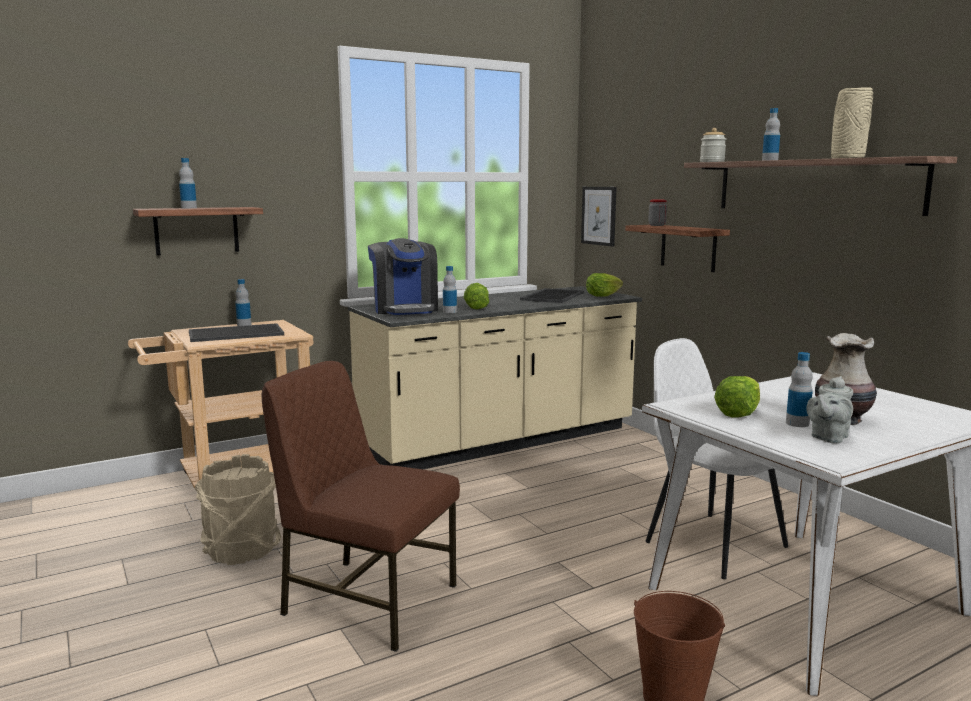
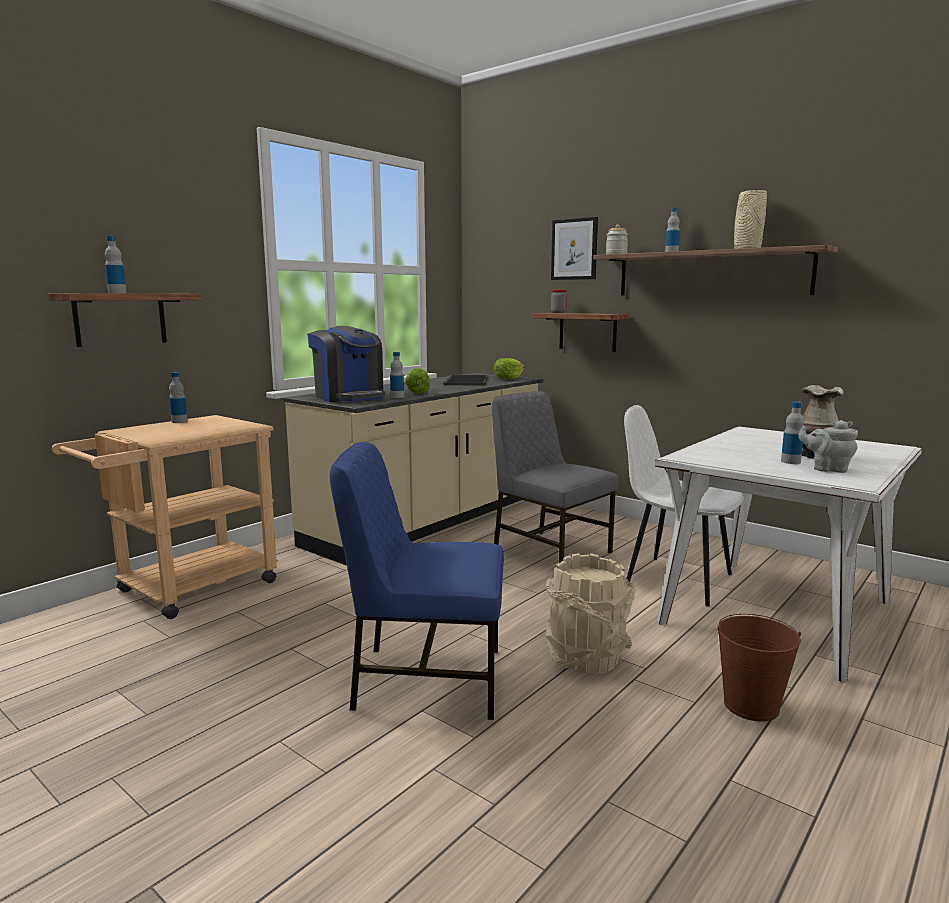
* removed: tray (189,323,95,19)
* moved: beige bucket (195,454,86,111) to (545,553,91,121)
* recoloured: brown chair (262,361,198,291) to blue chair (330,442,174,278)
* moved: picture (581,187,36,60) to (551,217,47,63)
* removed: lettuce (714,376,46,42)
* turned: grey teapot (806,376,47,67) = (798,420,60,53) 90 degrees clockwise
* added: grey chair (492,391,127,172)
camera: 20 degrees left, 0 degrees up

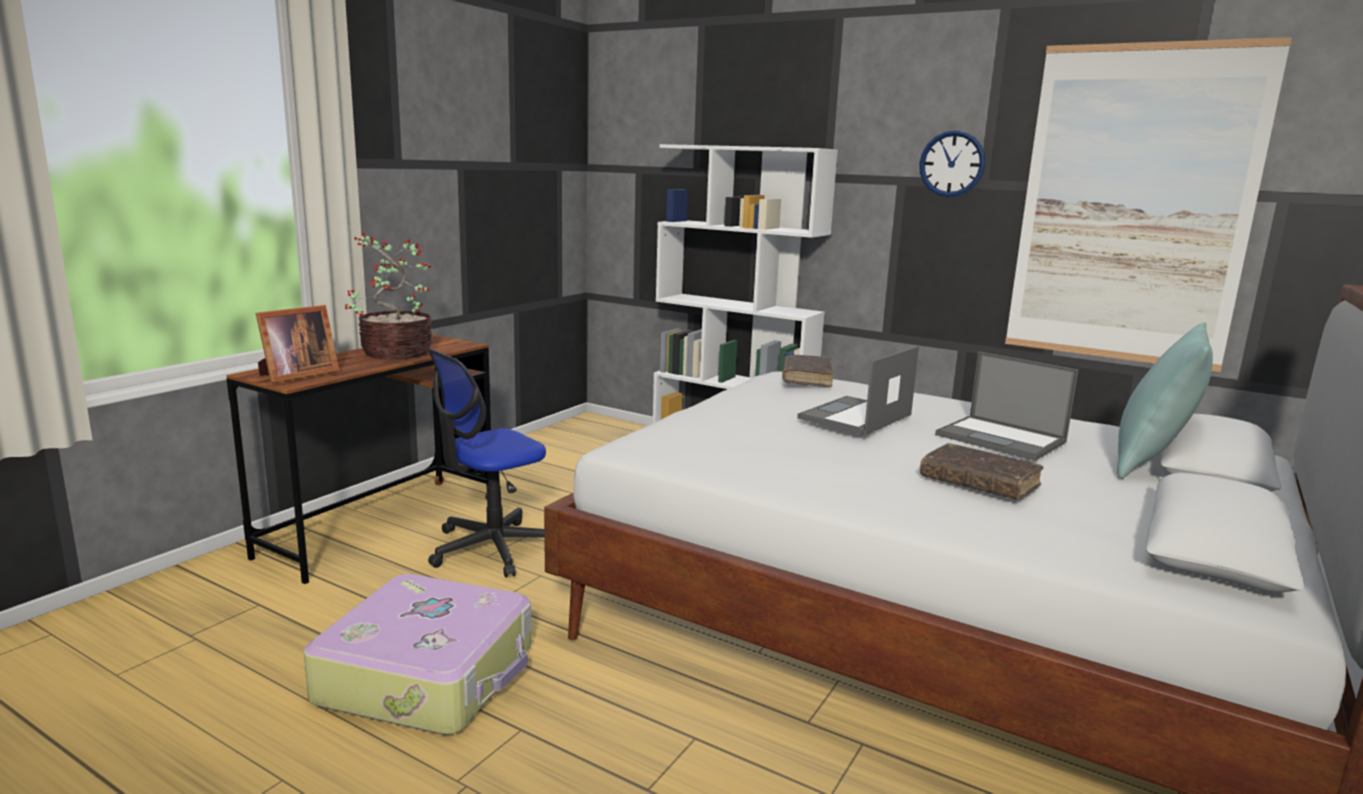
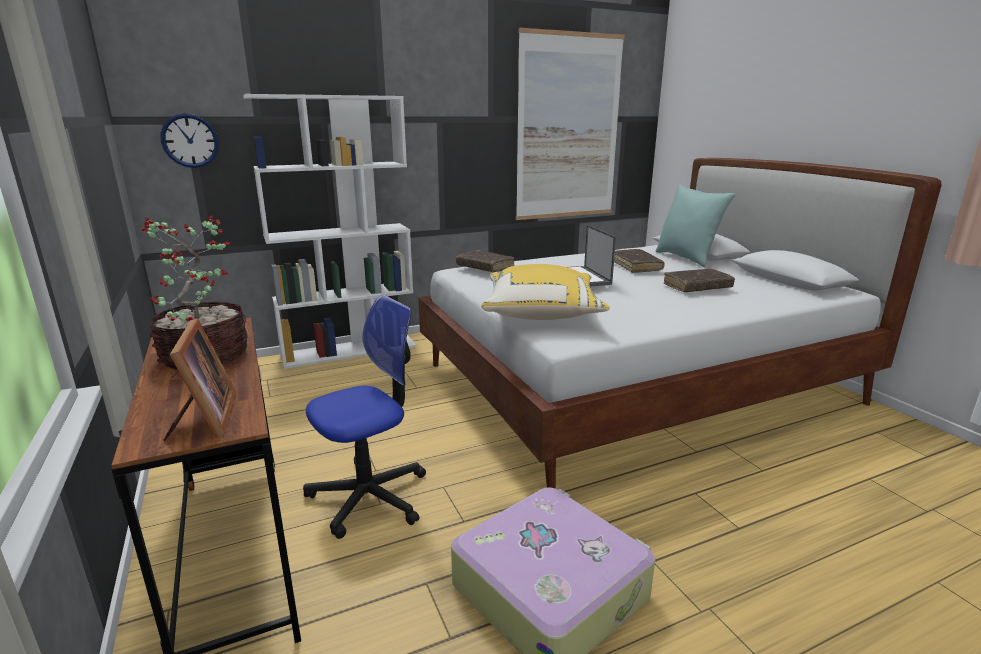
* turned: office chair (428,348,118,230) = (303,295,123,244) 120 degrees counterclockwise
* moved: wall clock (919,130,66,67) to (161,113,58,55)
* replaced: laptop (935,352,144,109) to brown book (614,249,51,24)
* added: yellow pillow (481,264,129,56)
camera: 55 degrees left, 5 degrees up

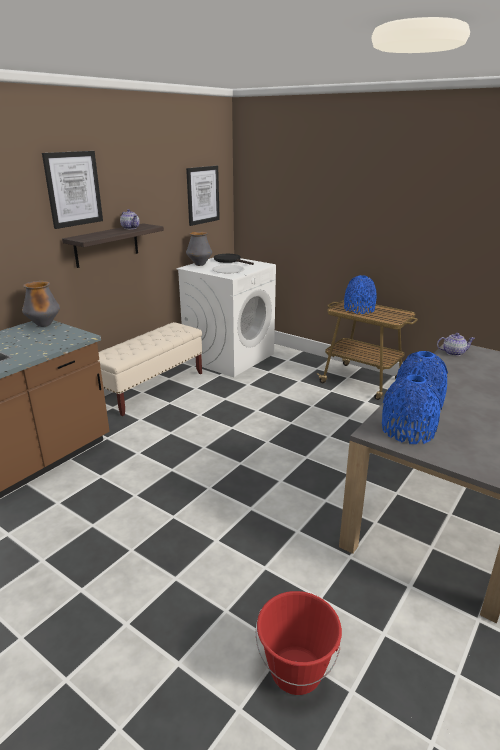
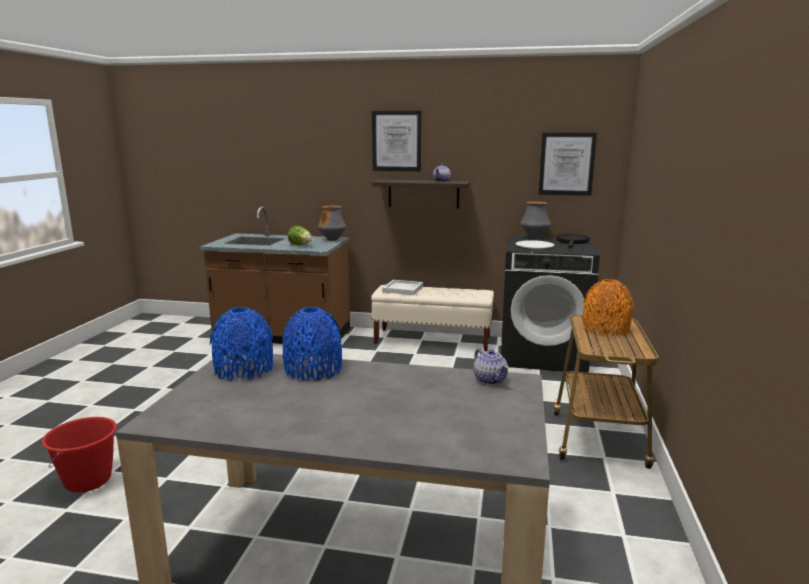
* recoloured: white washing machine (176,258,100,119) to black washing machine (501,235,99,138)
* recoloured: blue vase (344,275,33,39) to orange vase (583,279,51,57)
* added: lettuce (288,226,24,19)
* added: white tray (382,280,41,15)
camera: 65 degrees right, 10 degrees down

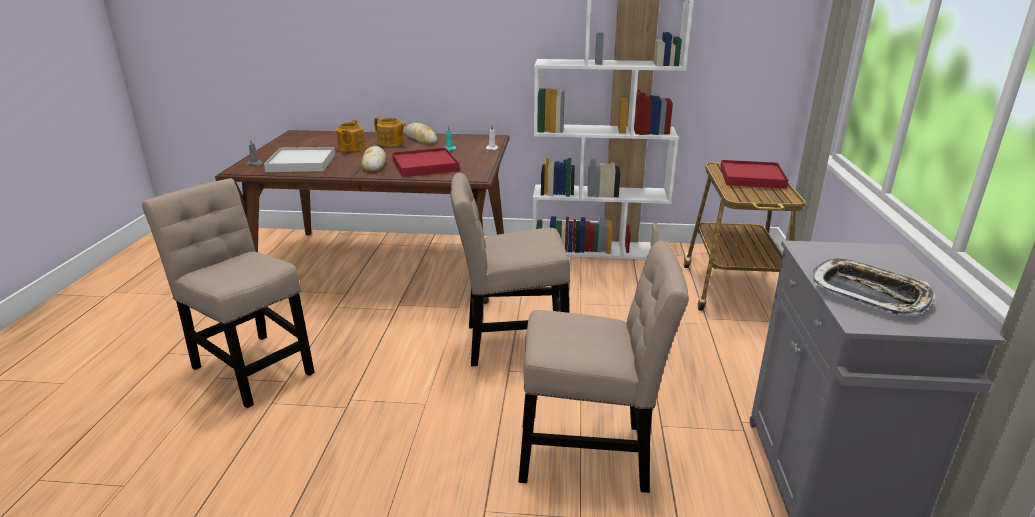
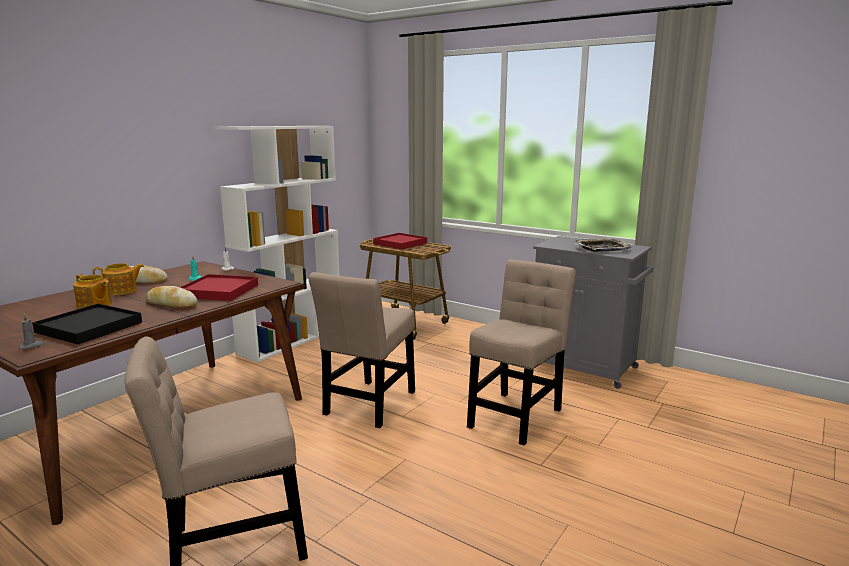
* recoloured: white tray (264,147,71,25) to black tray (32,304,110,40)
camera: 60 degrees left, 10 degrees down

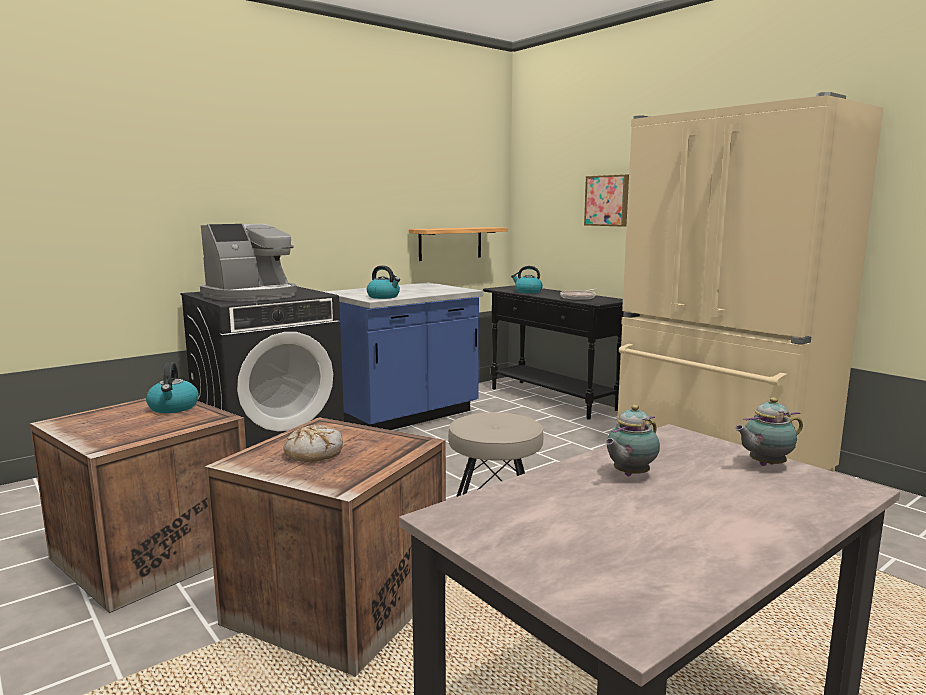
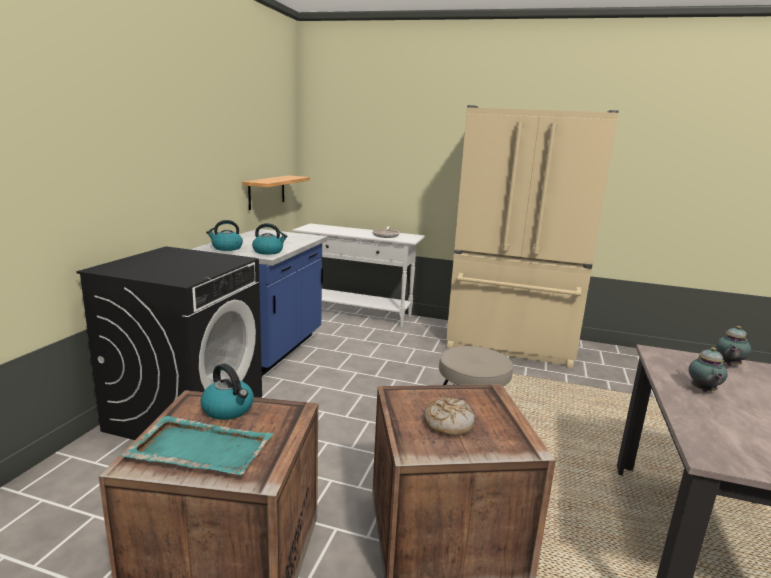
* removed: coffee machine (200,224,97,77)
* recoloured: black console table (483,285,142,134) to white console table (292,223,133,104)
* moved: kettle (511,266,32,27) to (206,220,37,31)
* removed: picture (584,174,45,53)
* added: turquoise tray (120,416,153,59)
camera: 35 degrees left, 5 degrees up

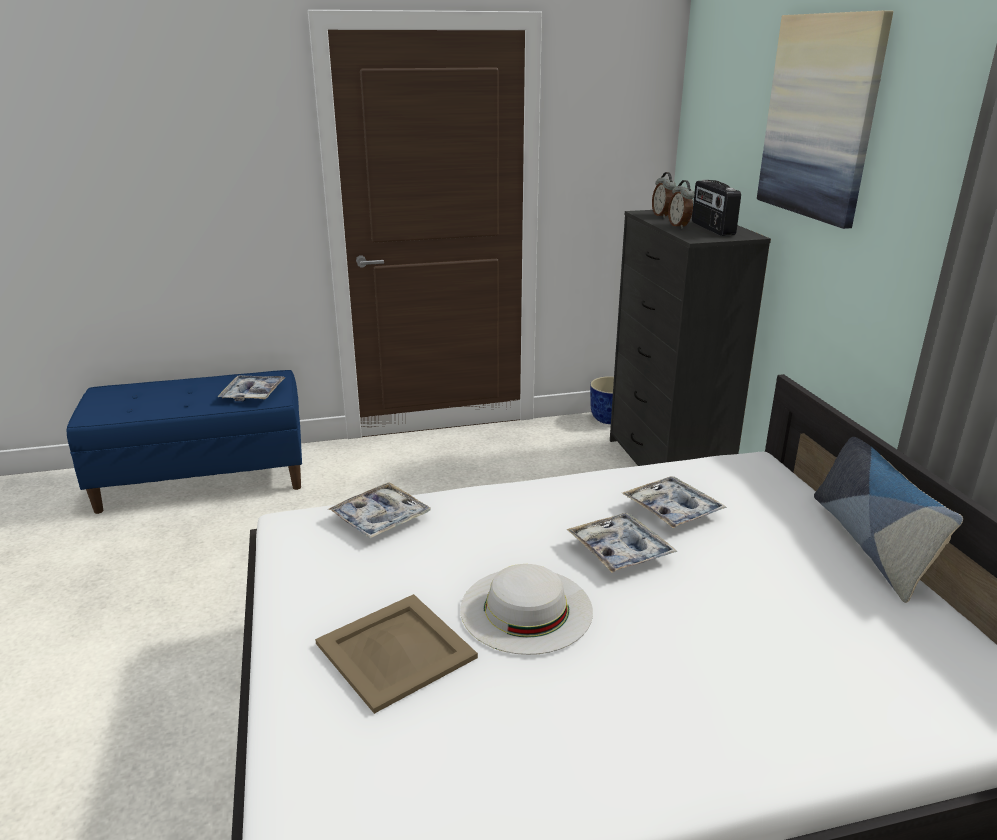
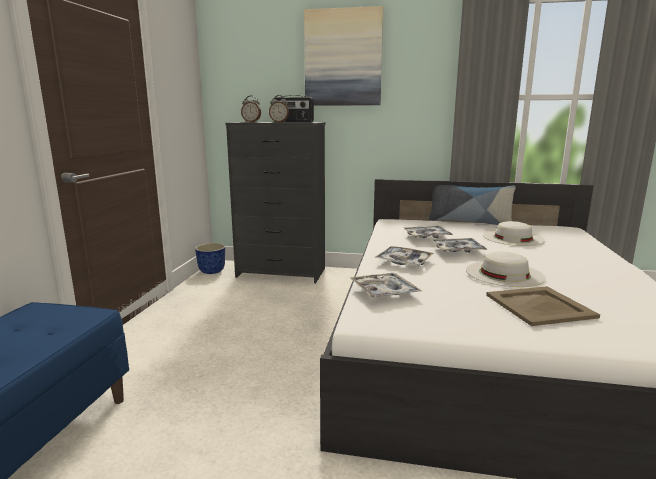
* moved: tray (217,375,69,26) to (374,246,60,20)
* added: white hat (483,221,62,25)
camera: 65 degrees left, 10 degrees down

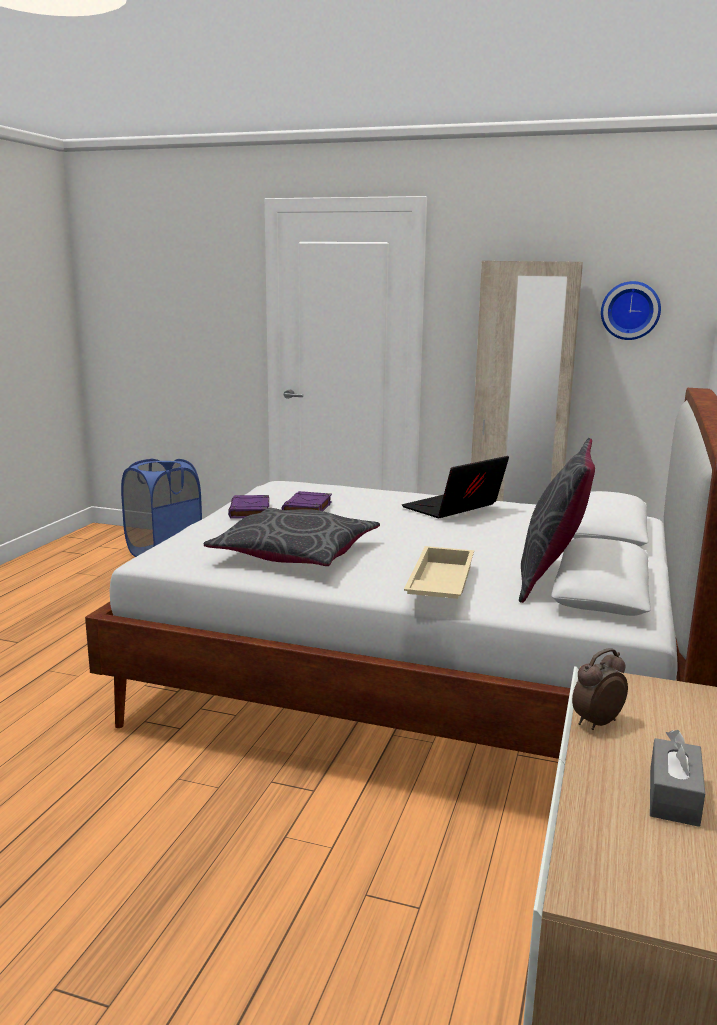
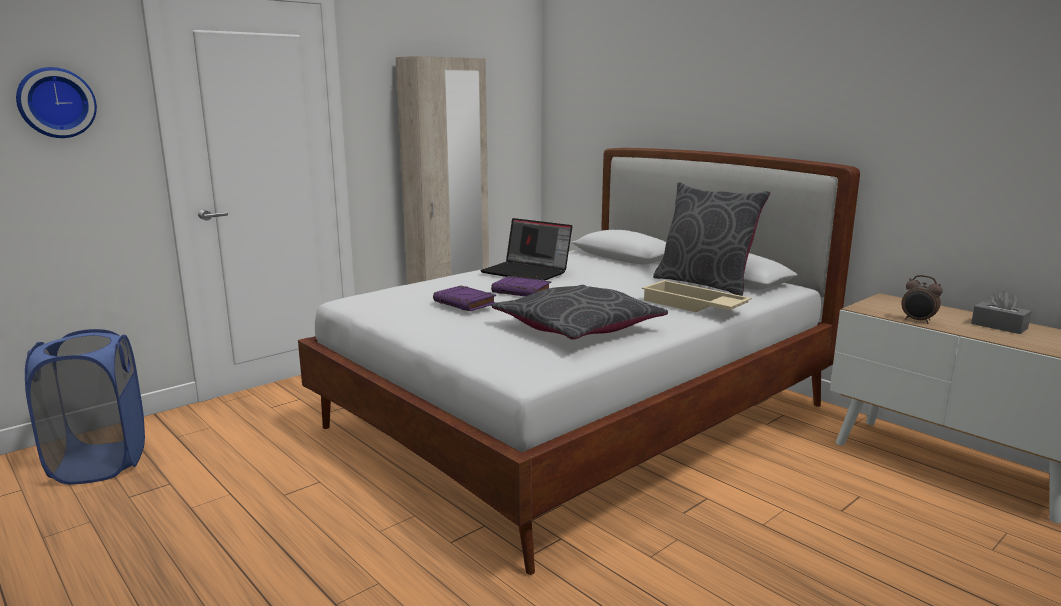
* moved: purple book (228,495,41,24) to (491,276,60,21)
* turned: laptop (402,456,107,62) = (480,218,92,62) 45 degrees counterclockwise
* turned: alarm clock (572,648,56,82) = (901,275,42,49) 45 degrees counterclockwise
* moved: wall clock (601,281,60,59) to (16,67,81,71)
camera: 60 degrees left, 0 degrees up

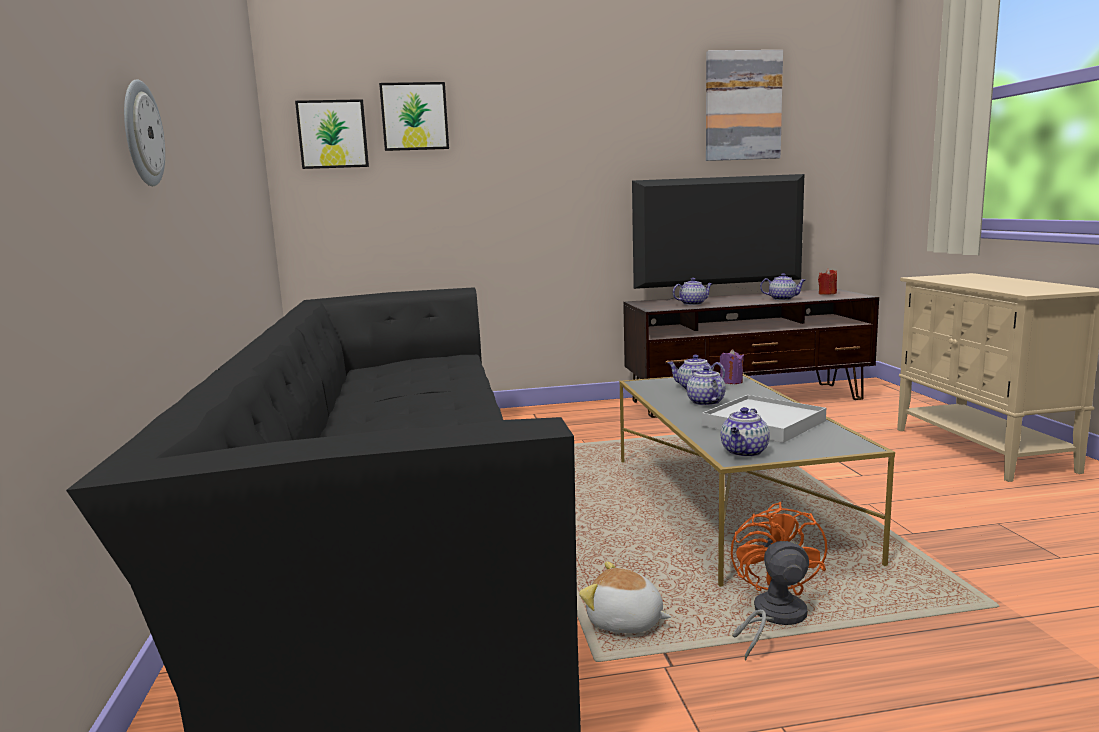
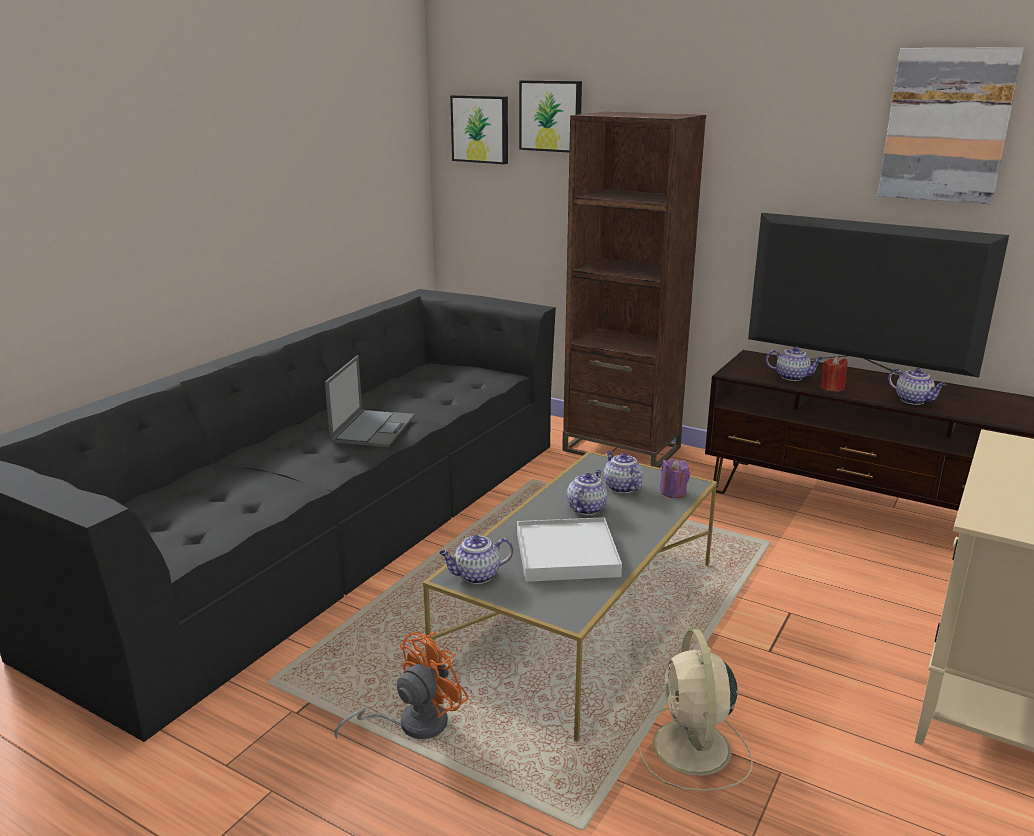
* removed: wall clock (124,79,41,107)
* removed: plush toy (579,562,92,71)
* moved: red candle (818,269,19,26) to (821,356,27,35)
* added: laptop (325,356,90,91)
* added: brown bookcase (562,112,144,356)
* added: beige fan (638,629,115,162)
camera: 40 degrees right, 10 degrees up

